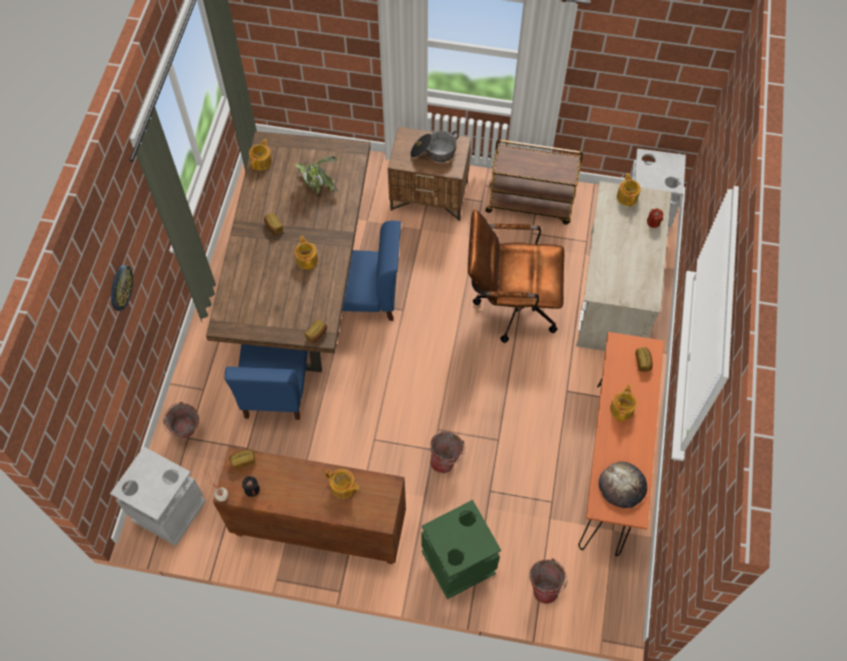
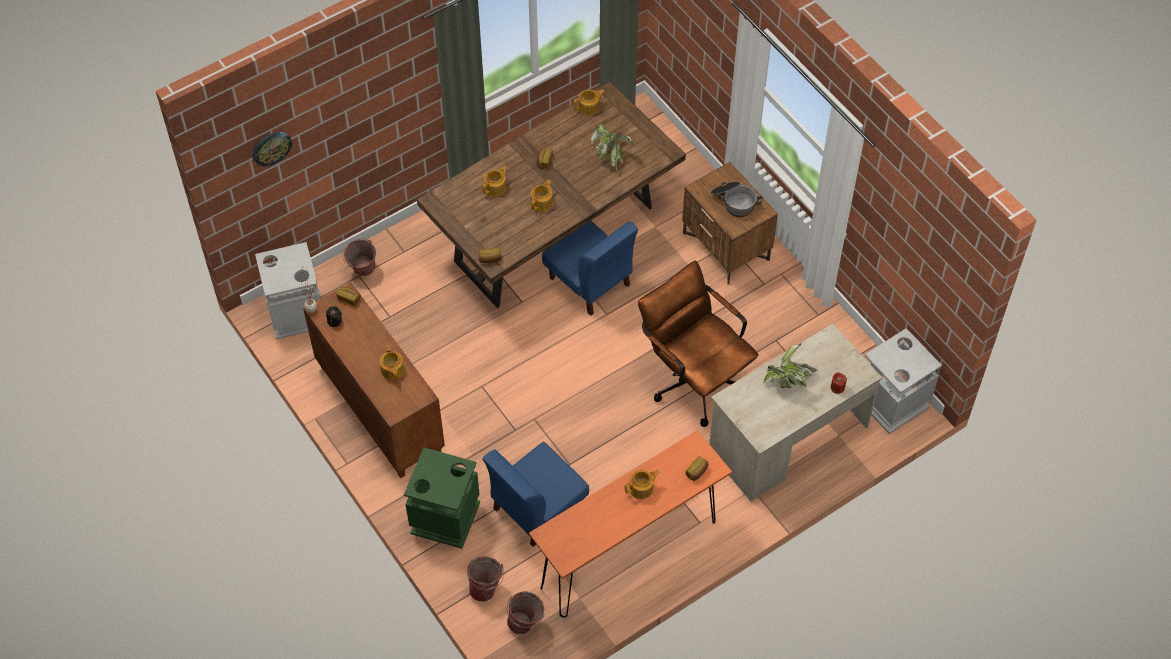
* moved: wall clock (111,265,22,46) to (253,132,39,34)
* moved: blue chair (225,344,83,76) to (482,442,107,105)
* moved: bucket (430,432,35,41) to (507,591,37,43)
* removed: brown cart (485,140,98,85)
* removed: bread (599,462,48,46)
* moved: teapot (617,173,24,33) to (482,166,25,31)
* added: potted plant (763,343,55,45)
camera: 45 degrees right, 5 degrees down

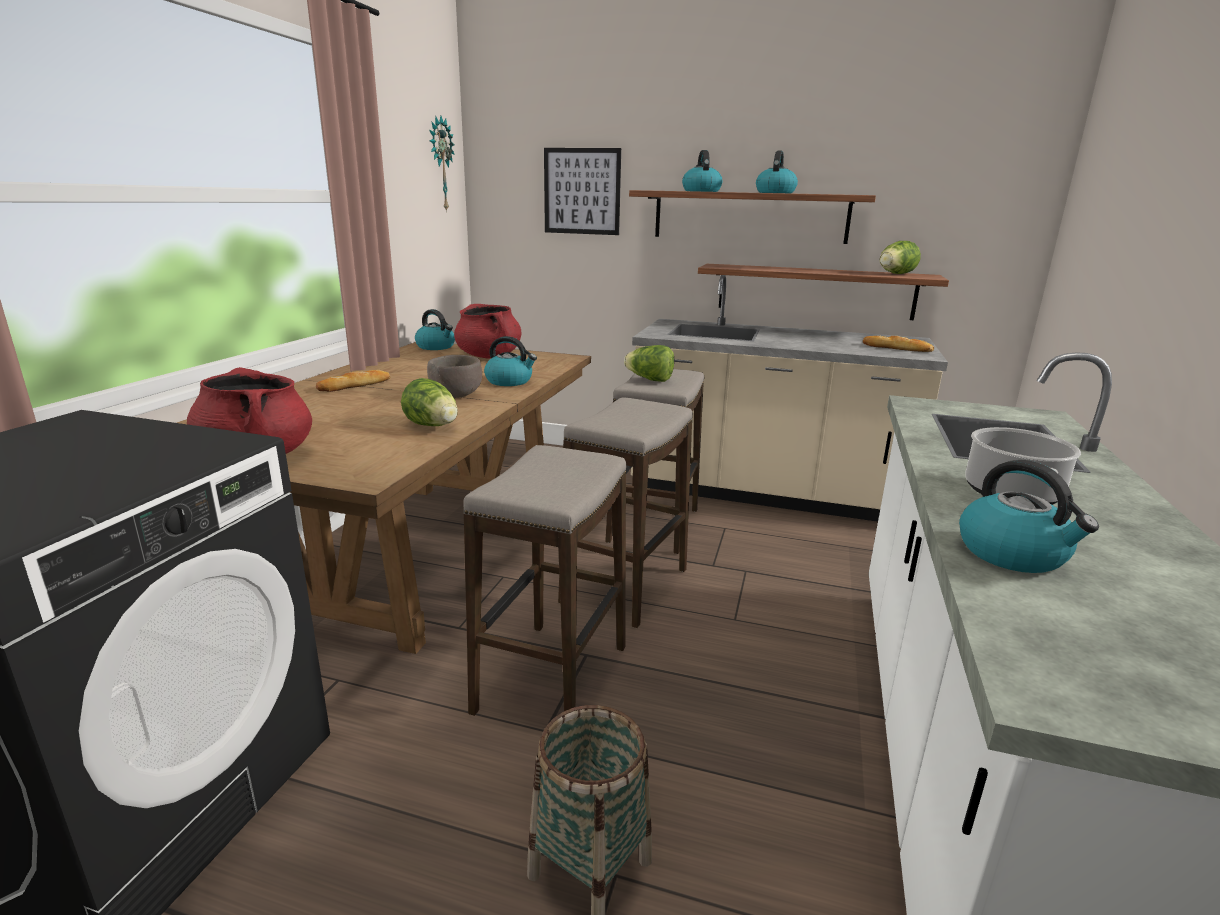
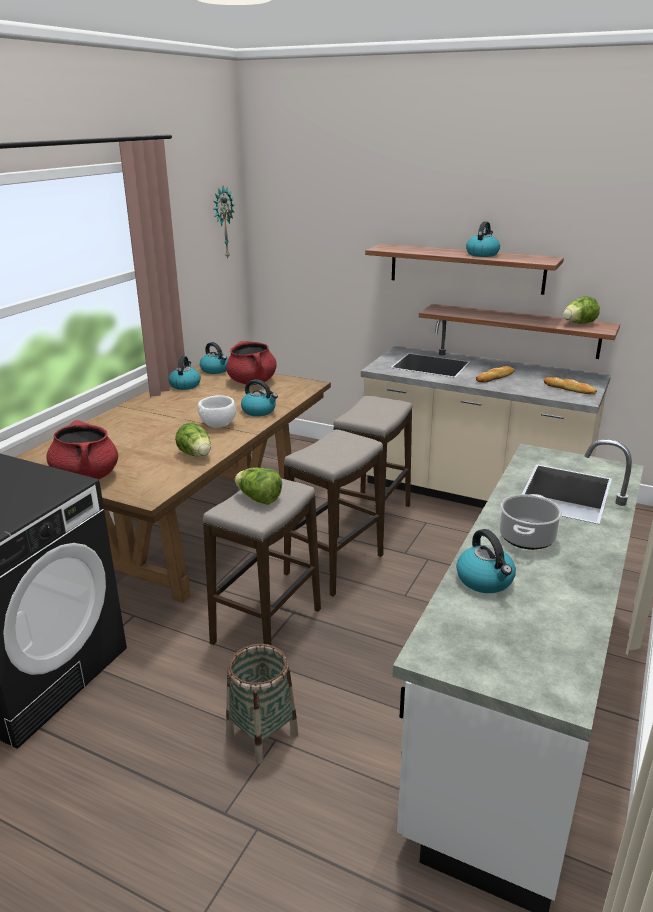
* moved: bread (316,370,75,22) to (476,366,39,17)
* recoloured: brown bowl (427,355,55,43) to white bowl (198,395,38,33)
* removed: picture (544,148,77,87)
* moved: lettuce (624,345,50,37) to (235,467,47,38)
* moved: kettle (682,150,40,42) to (169,356,32,34)
camera: 10 degrees right, 5 degrees up

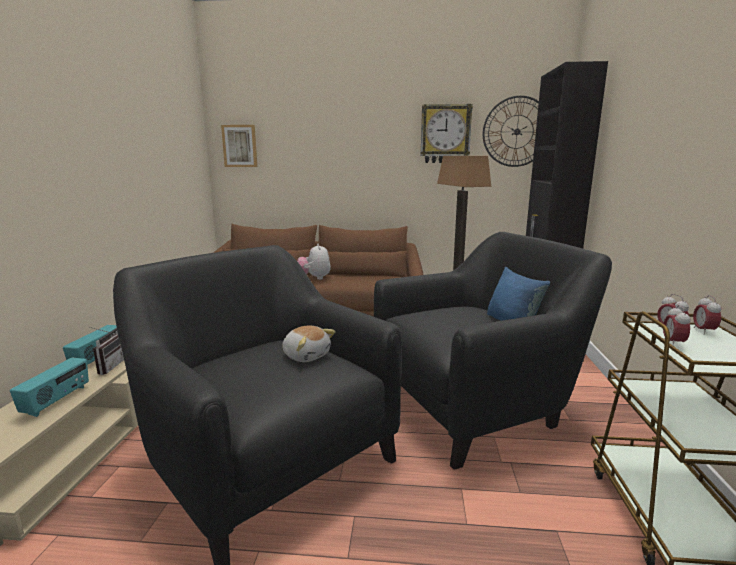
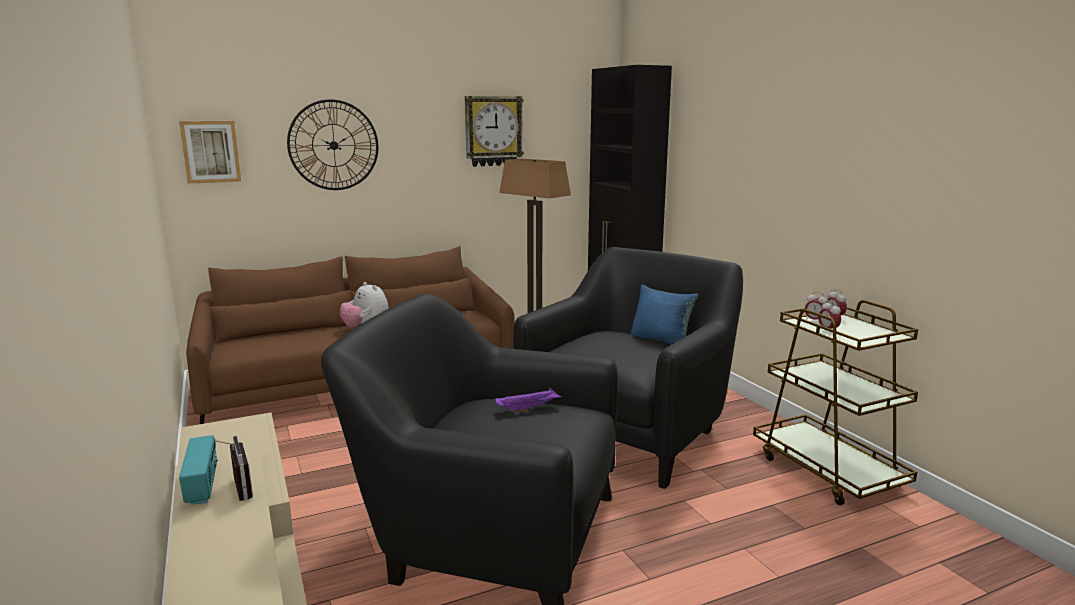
* removed: radio (10,357,79,60)
* replaced: plush toy (282,325,54,37) to purple tray (495,388,67,24)
* moved: wall clock (483,96,56,71) to (287,99,91,91)
camera: 30 degrees left, 0 degrees up

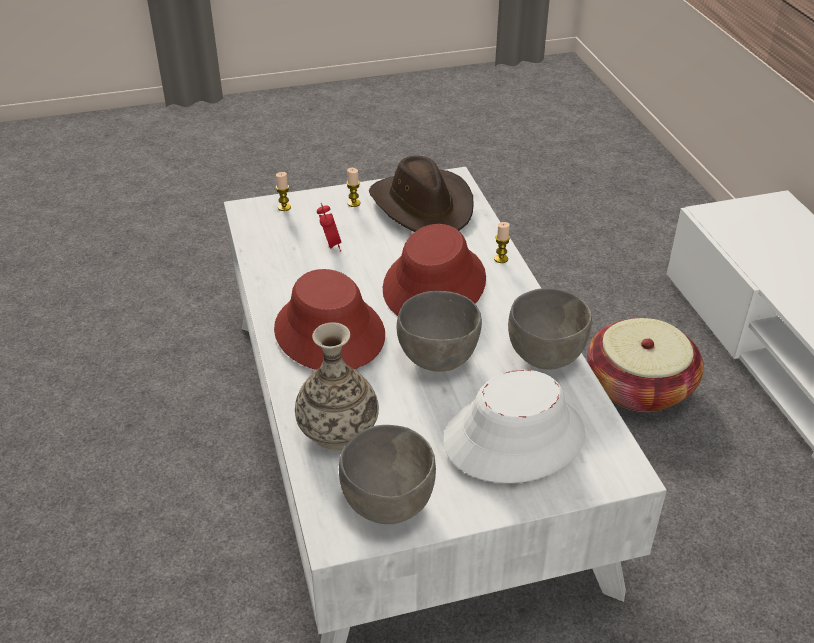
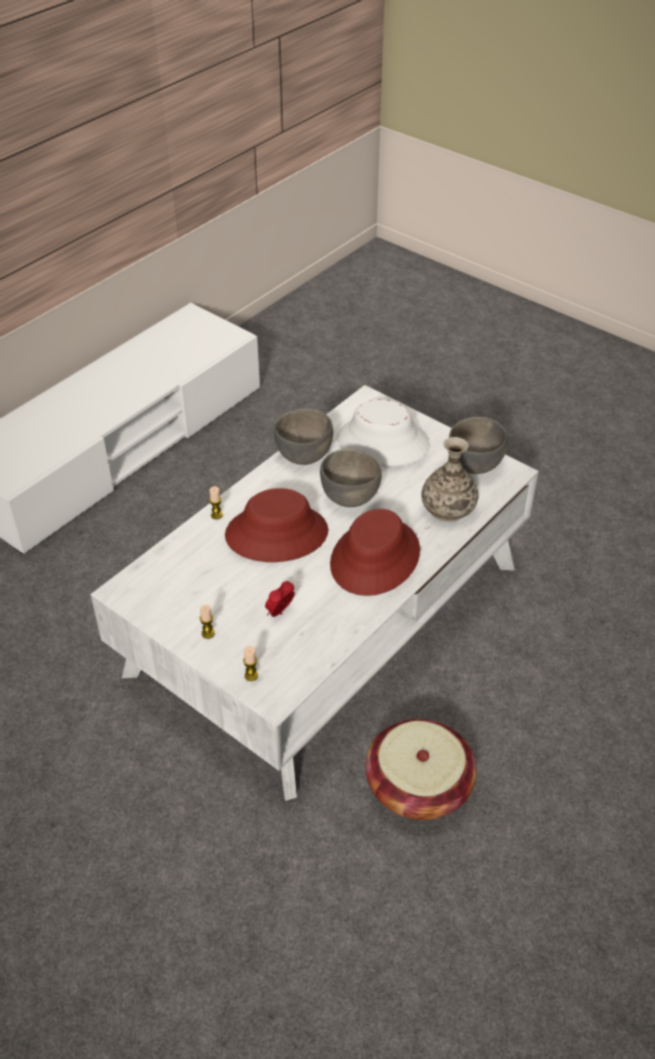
* removed: brown hat (369,156,105,76)
* moved: basket (587,318,117,94) to (365,719,112,101)
camera: 125 degrees left, 5 degrees up

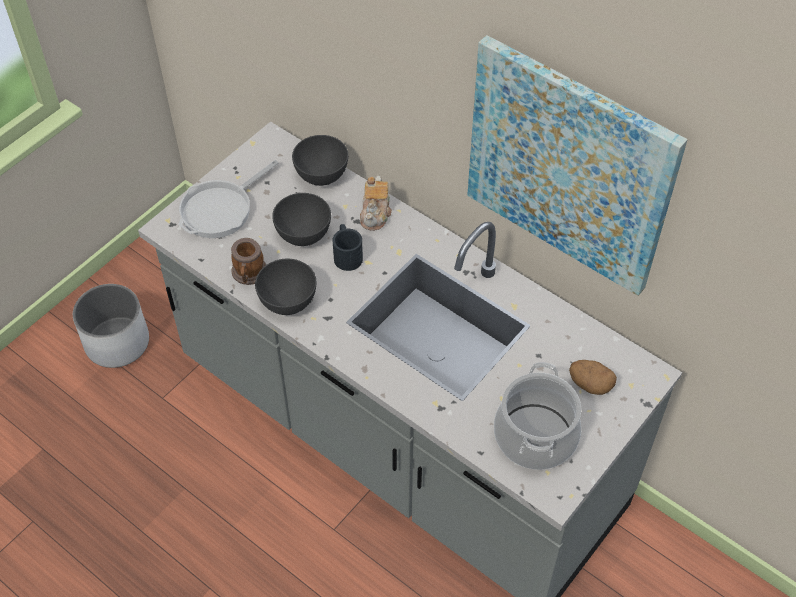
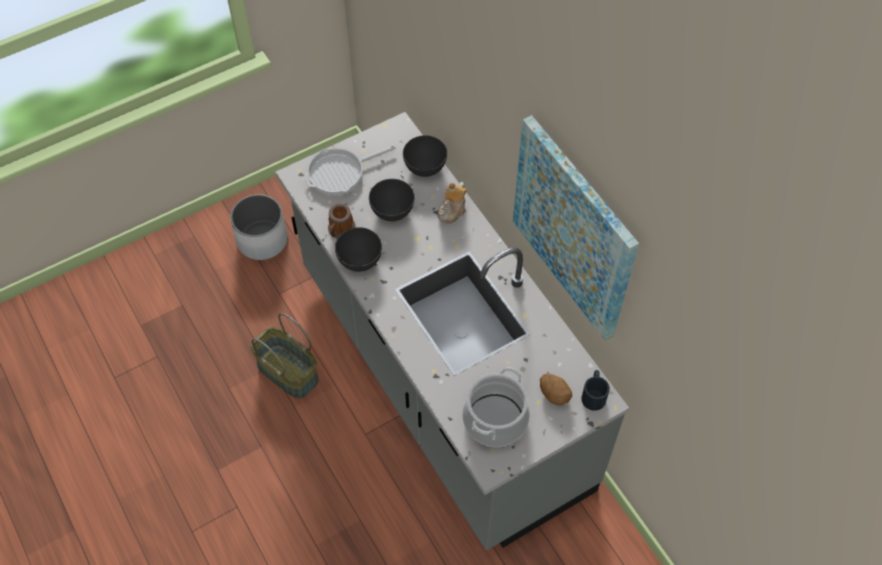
* moved: black mug (332,224,31,47) to (581,370,29,41)
* added: basket (250,313,69,86)
camera: 20 degrees right, 5 degrees up

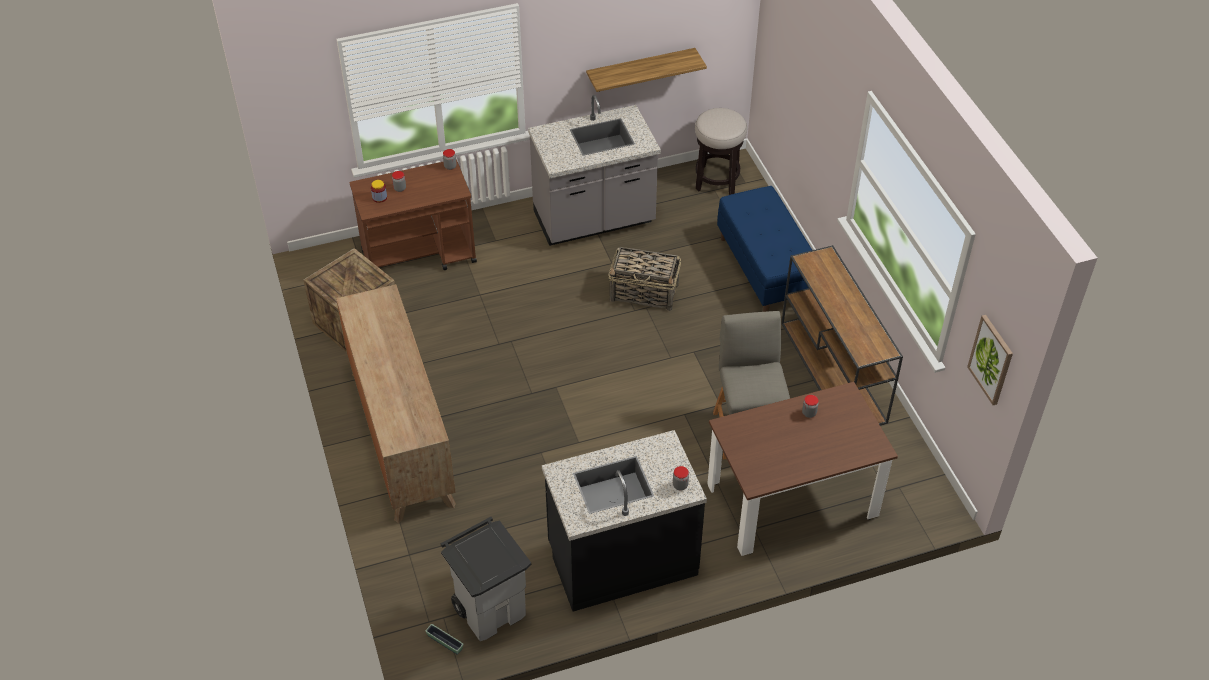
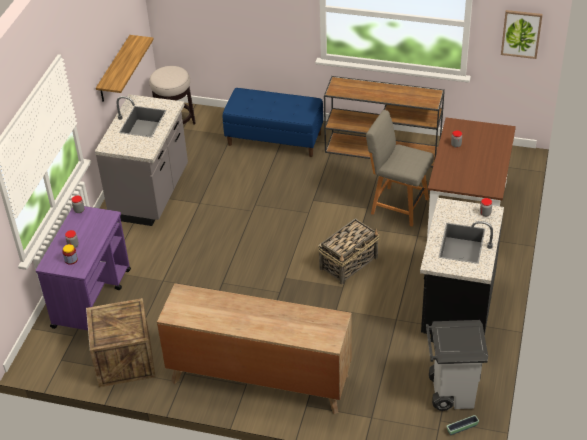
* recoloured: brown cart (350,159,127,111) to purple cart (36,206,95,124)
* moved: basket (608,247,73,64) to (318,218,61,67)
camera: 55 degrees left, 5 degrees down

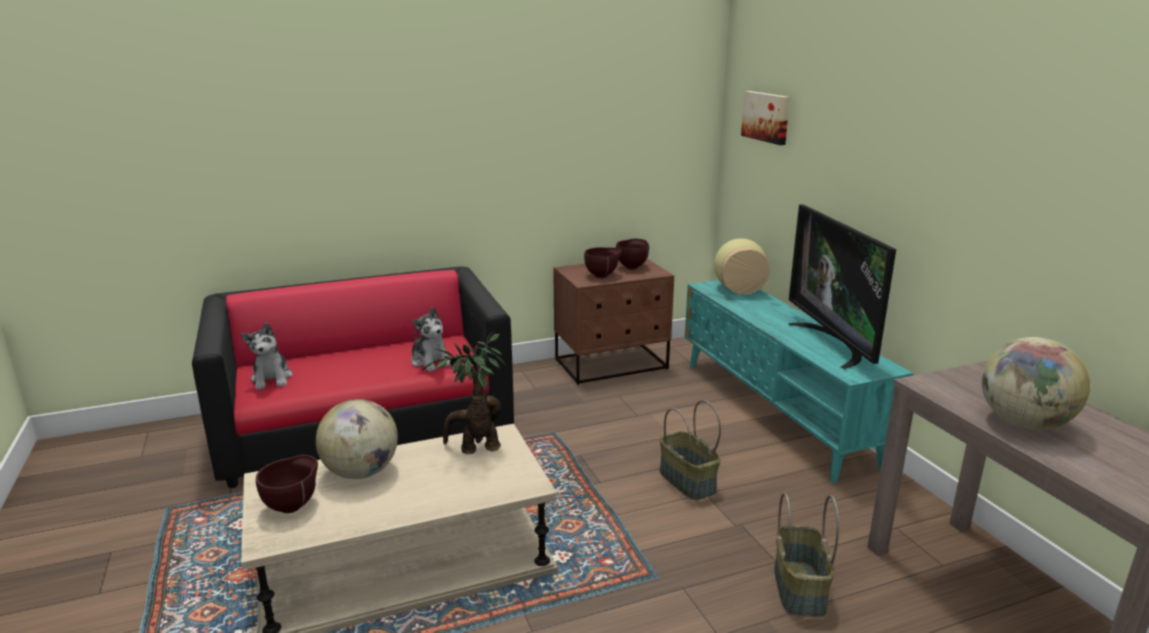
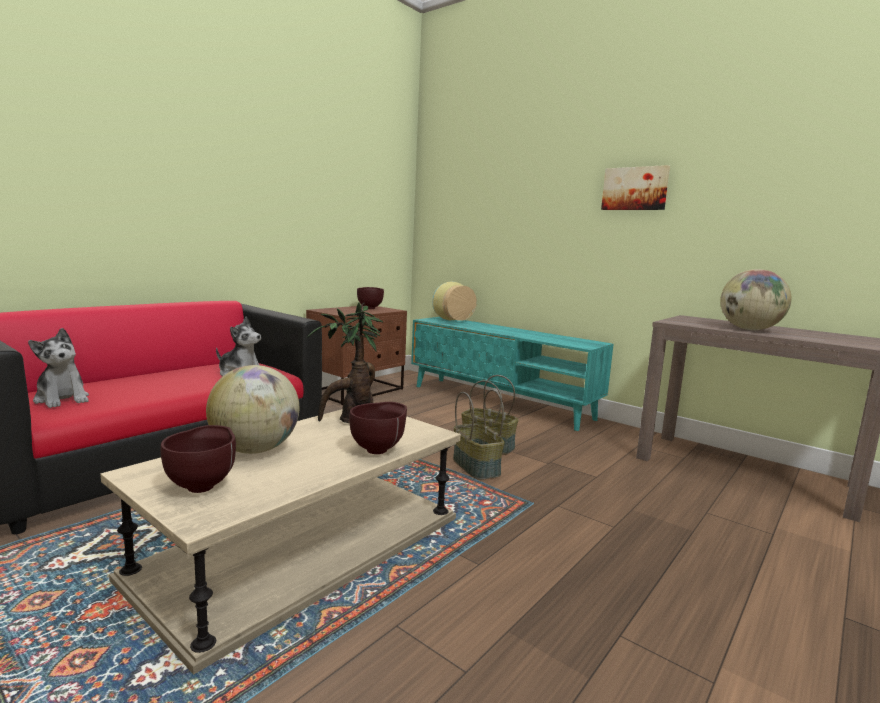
* moved: brown bowl (584,247,38,31) to (349,402,58,52)
* moved: picture (741,91,49,54) to (601,165,69,45)
* moved: basket (774,493,65,124) to (453,389,52,91)
* removed: television (789,204,107,165)
camera: 30 degrees left, 10 degrees down

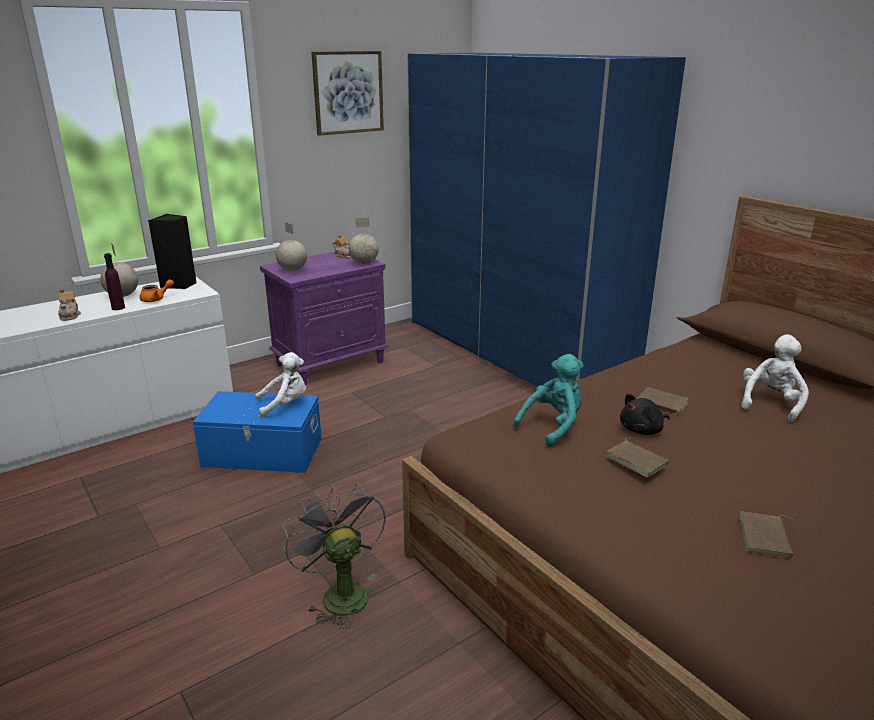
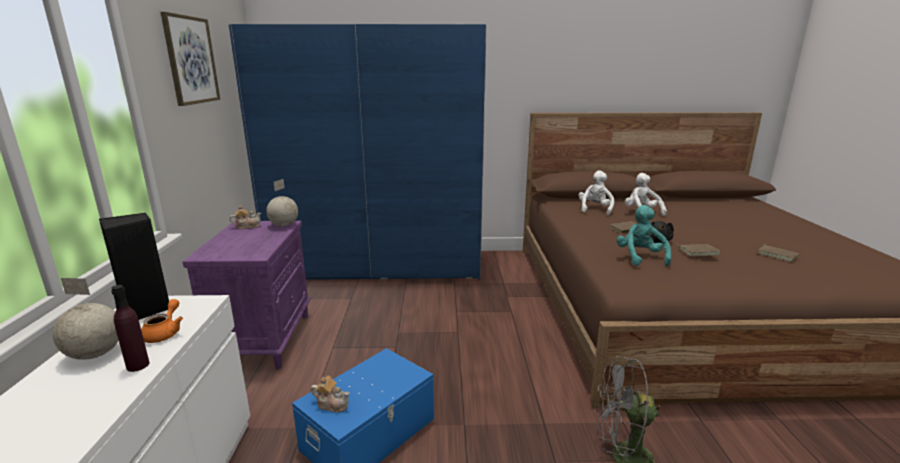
* moved: teapot (58,287,23,34) to (311,376,39,37)
* moved: white plush toy (255,352,51,66) to (579,170,35,46)
* removed: globe (276,222,31,49)
camera: 55 degrees left, 5 degrees down

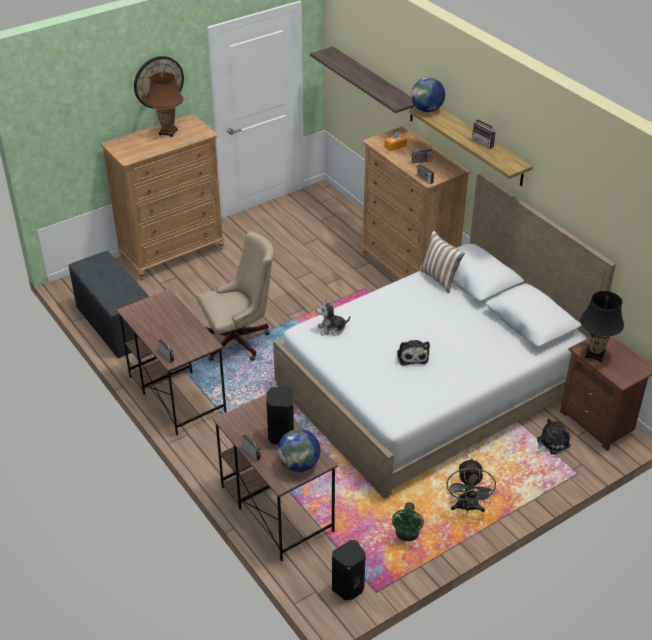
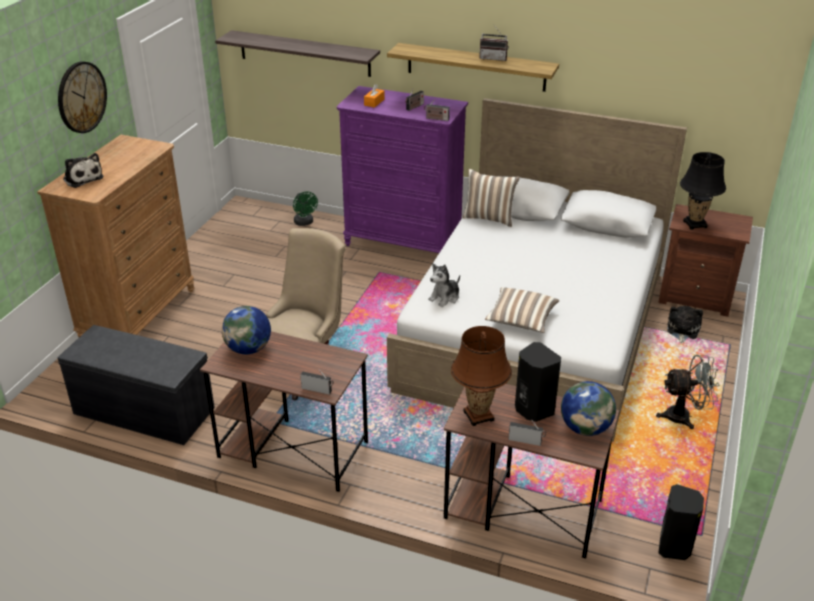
* moved: brown table lamp (146,72,37,65) to (451,326,61,100)
* recoloured: brown dresser (361,126,109,153) to purple dresser (337,86,131,167)
* moved: green fan (392,502,32,39) to (293,191,25,35)
* moved: plush toy (397,340,33,26) to (63,153,40,35)
* moved: globe (411,77,34,35) to (222,306,49,48)
* turned: grey fan (447,458,49,55) = (656,355,64,74) 60 degrees counterclockwise
* added: pillow (485,287,74,46)
camera: 35 degrees left, 5 degrees down

